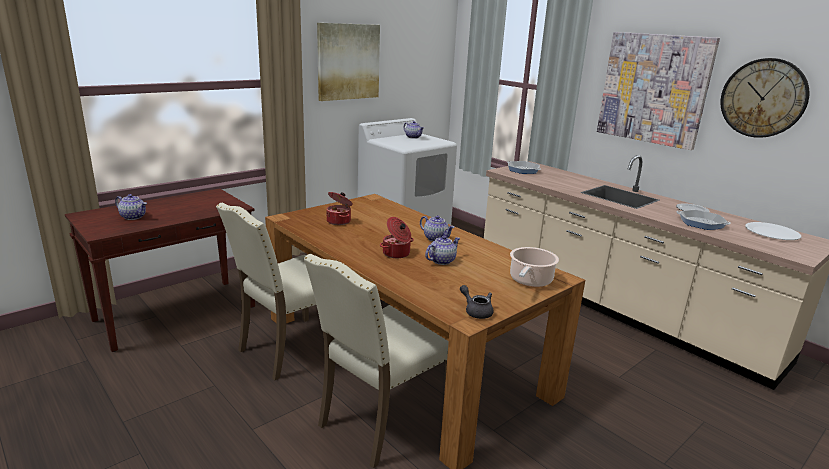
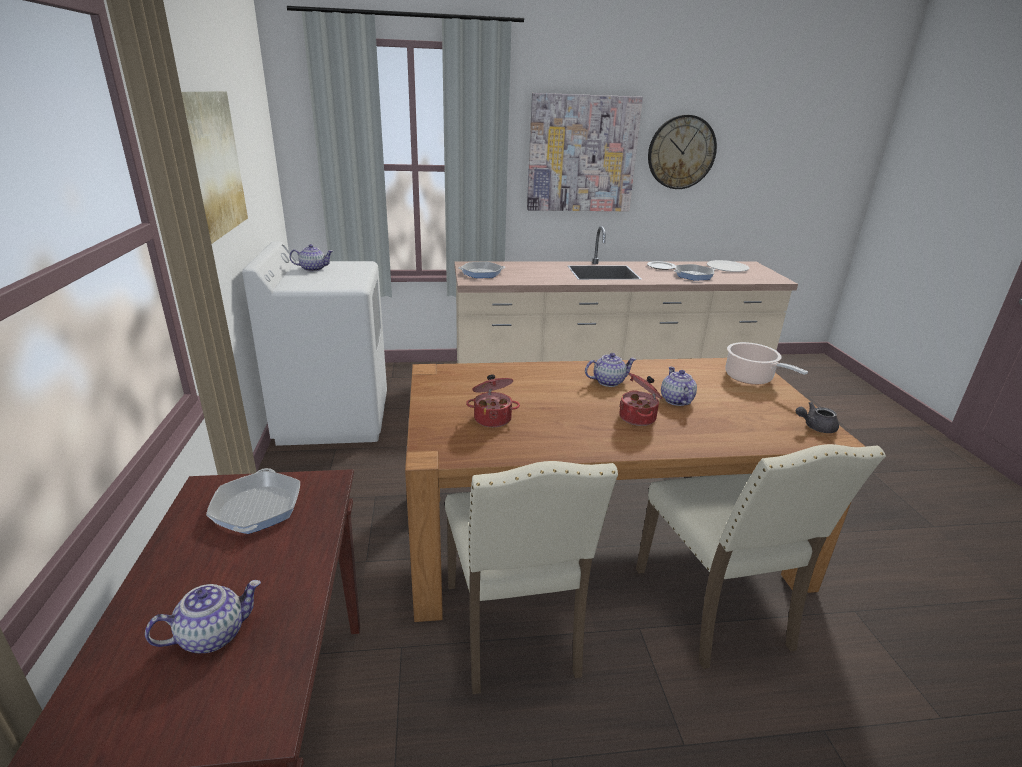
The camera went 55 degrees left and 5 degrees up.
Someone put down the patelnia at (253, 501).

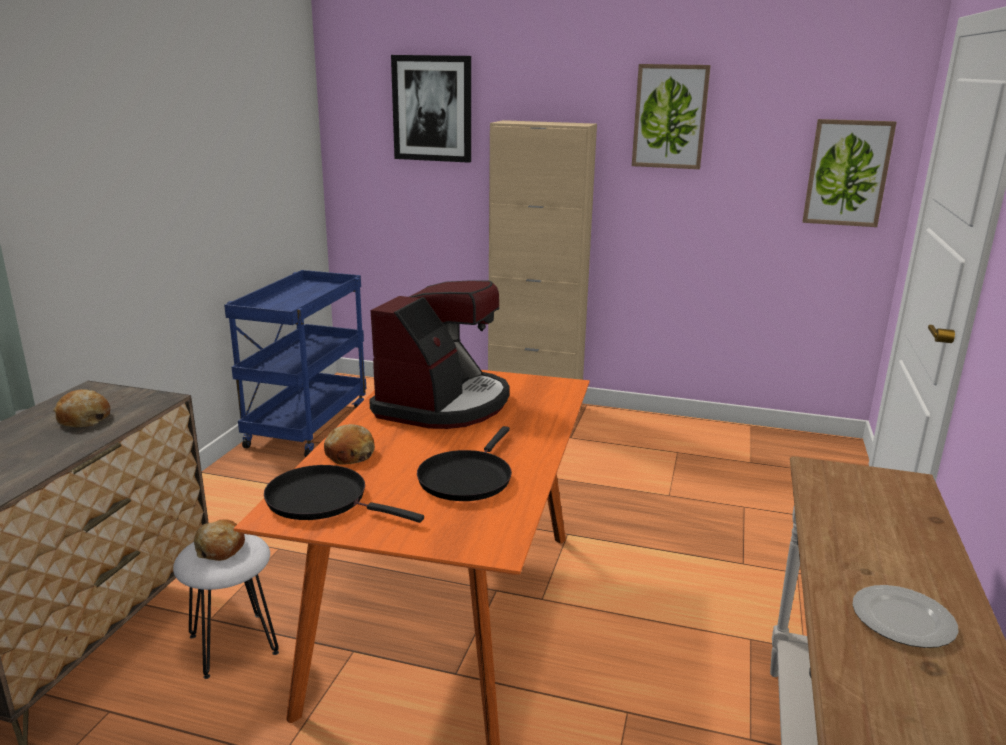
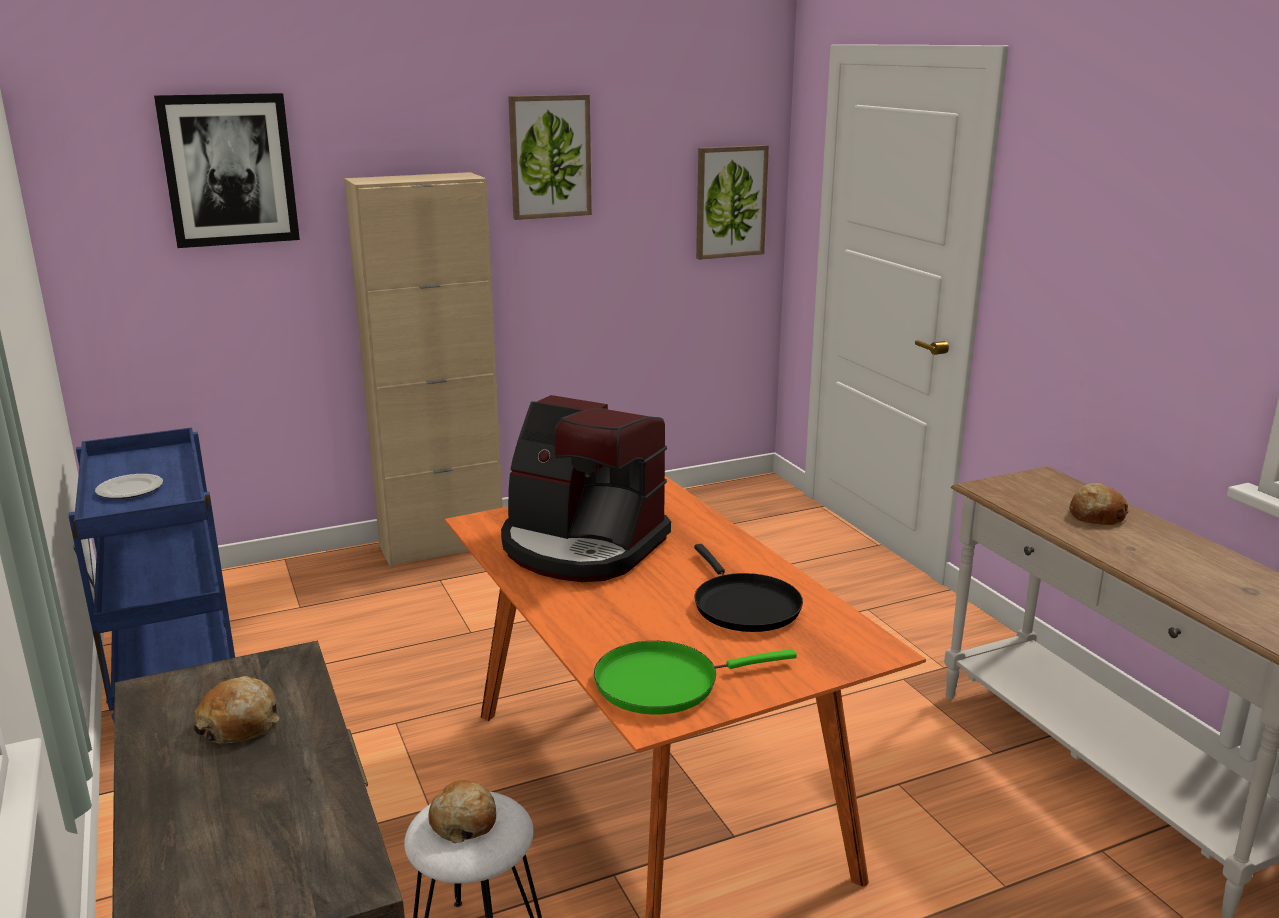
The camera went 40 degrees left and 0 degrees up.
Someone repainted the patelnia [czarny] at (344, 494), which became the patelnia [zielony] at (695, 678).
Someone carried the chleb from (349, 444) to (1099, 504).
Someone rotated the ekspres do kawy at (439, 354) by 135 degrees clockwise.
Someone carried the talerz from (905, 616) to (129, 486).

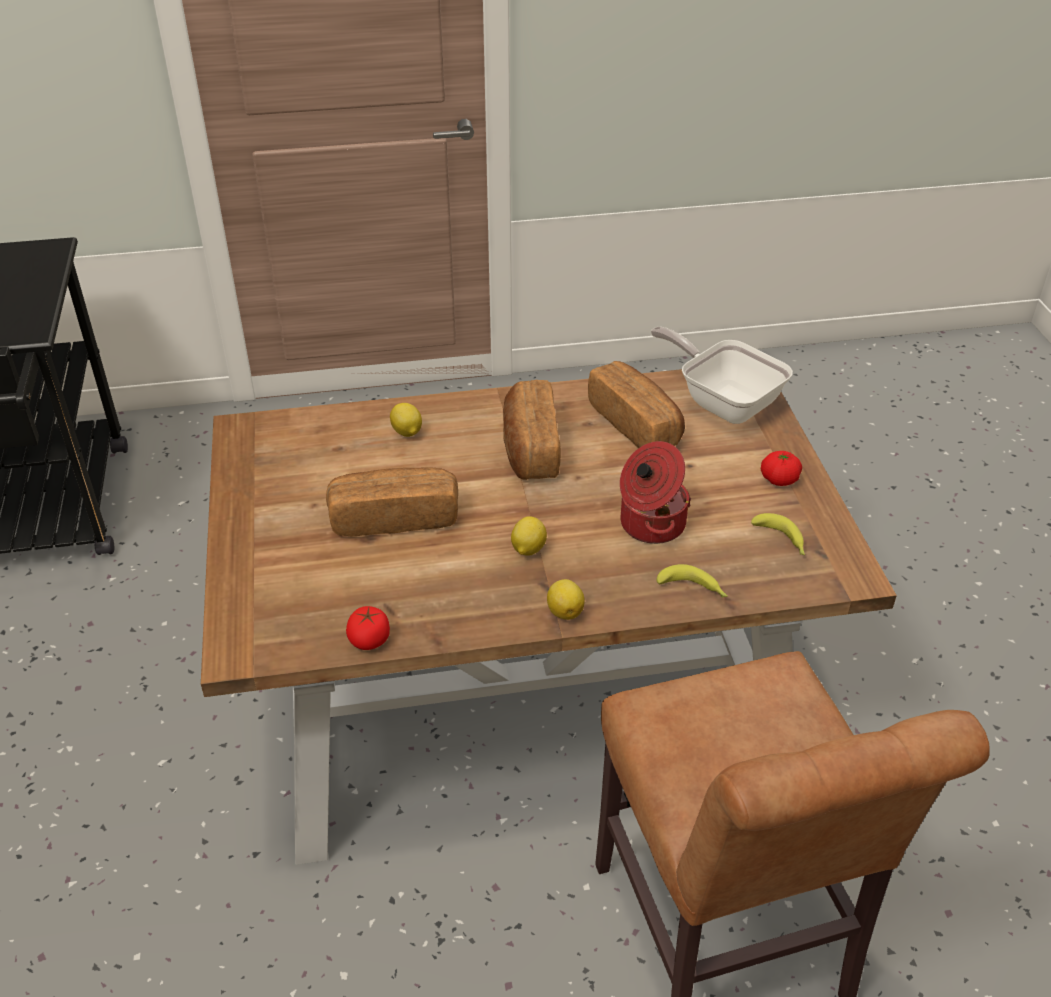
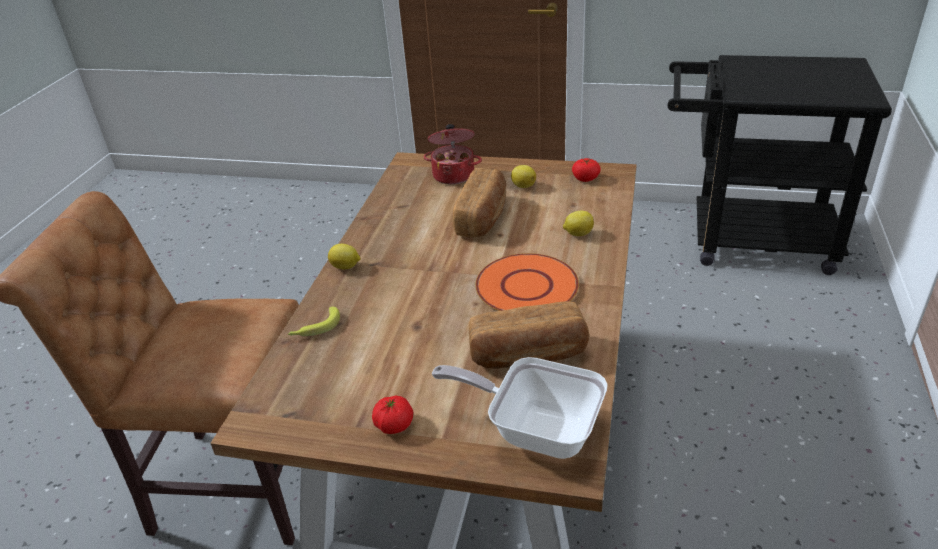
The camera went 115 degrees right and 5 degrees down.
Someone carried the pomidor from (368, 628) to (586, 170).
Someone swapped the chleb at (532, 430) for the talerz [pomarańczowy] at (527, 282).
Someone carried the cytryna from (529, 536) to (523, 176).
Someone carried the garnek from (655, 492) to (453, 154).
Someone rotated the patelnia at (722, 375) by 135 degrees counterclockwise.
Someone took away the banan at (778, 534).

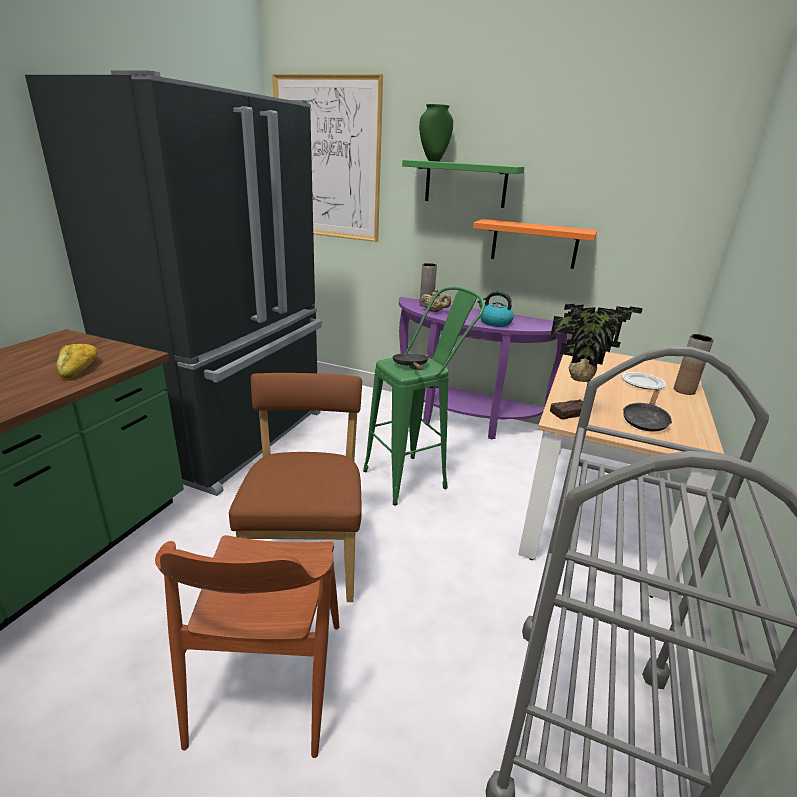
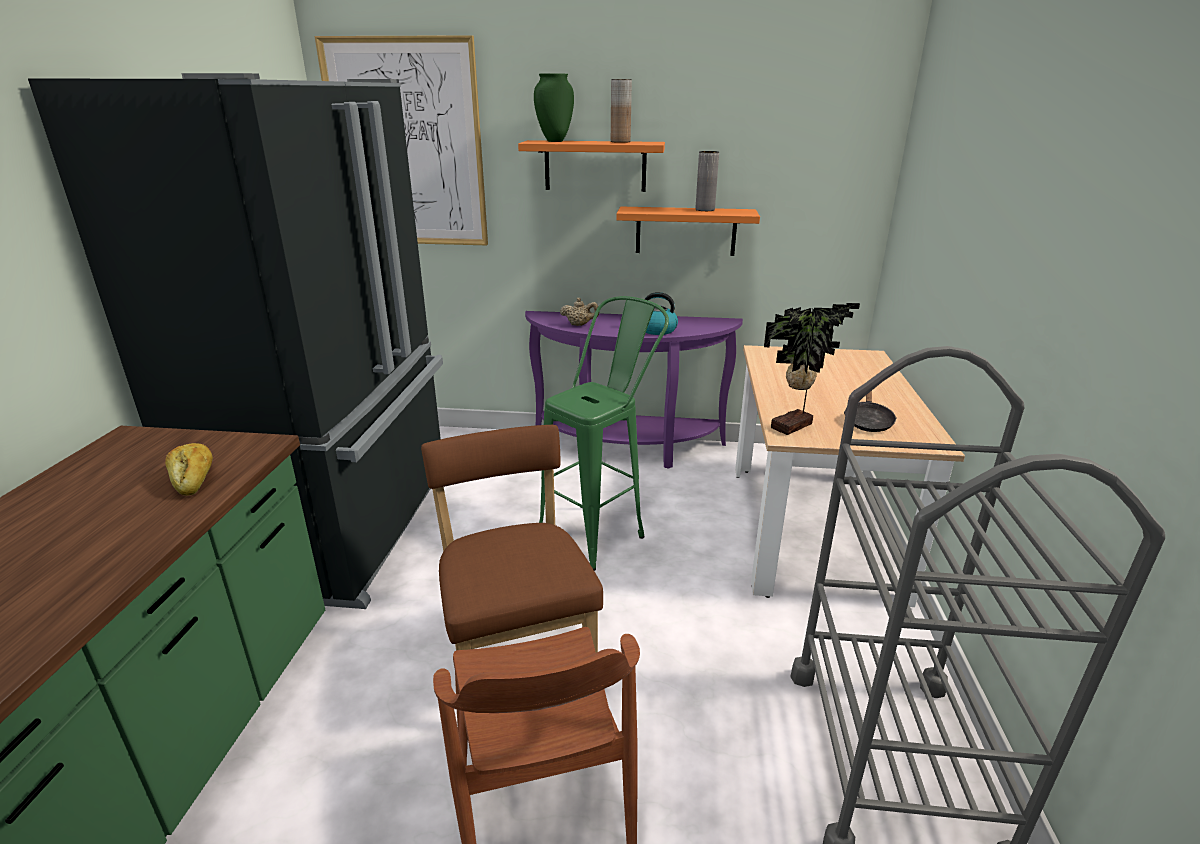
The camera went 15 degrees left and 0 degrees up.
Someone took away the patelnia [czarny] at (410, 361).
Someone repainted the półka [zielony] at (463, 184), which became the półka [pomarańczowy] at (591, 166).
Someone carried the wazon [szary] from (428, 285) to (707, 181).
Someone took away the talerz at (644, 380).
Someone carried the wazon [brązowy] from (694, 364) to (621, 111).

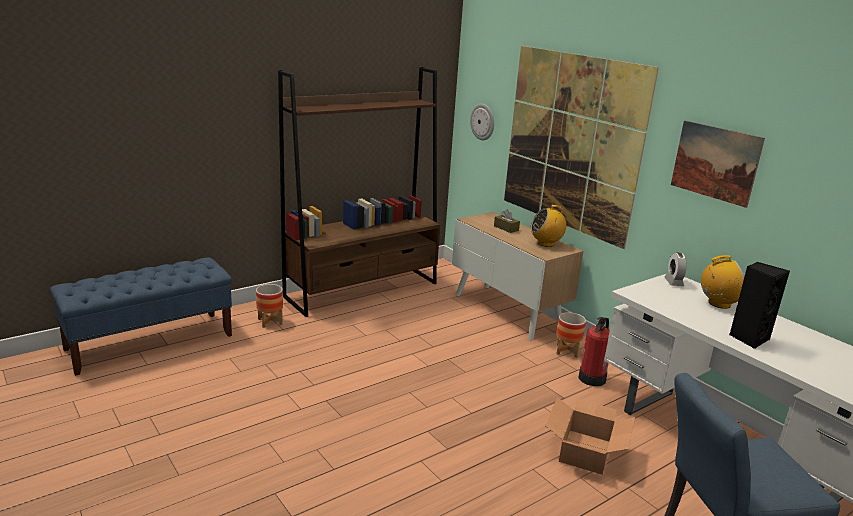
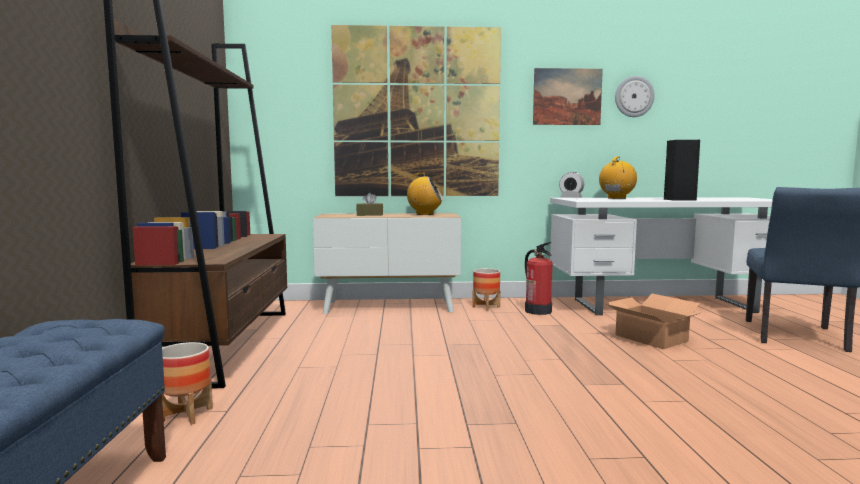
The camera went 55 degrees left and 15 degrees down.
Someone carried the zegar ścienny from (482, 122) to (635, 96).
Someone rotated the radio at (548, 226) by 105 degrees counterclockwise.

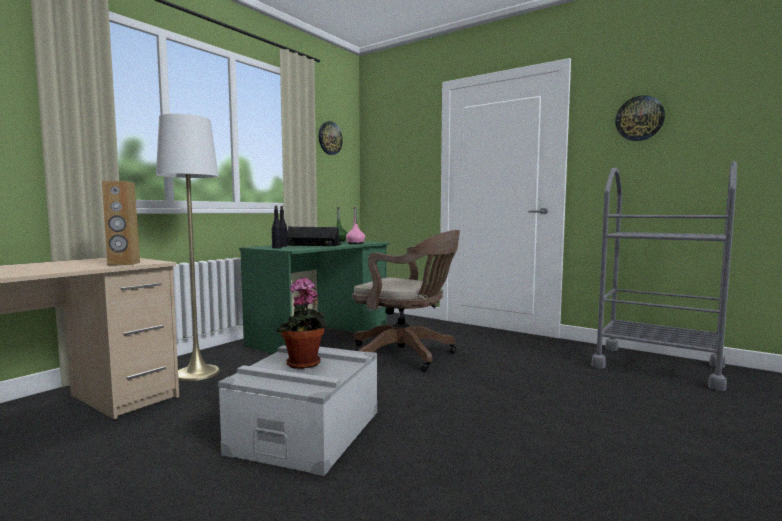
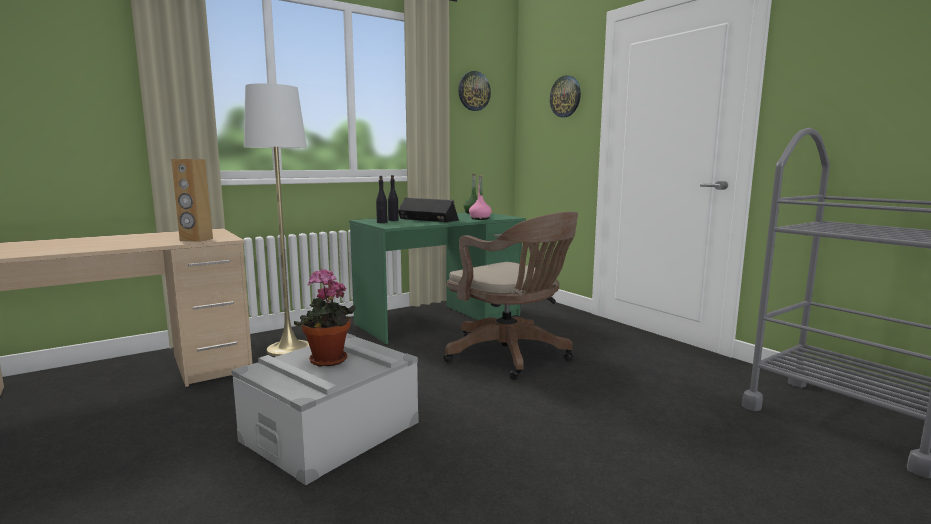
The camera went 20 degrees right and 5 degrees up.
Someone carried the zegar ścienny from (640, 118) to (565, 96).

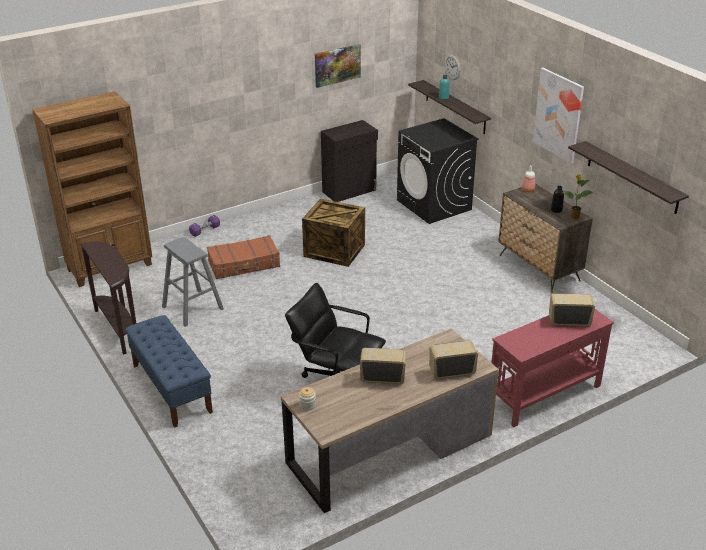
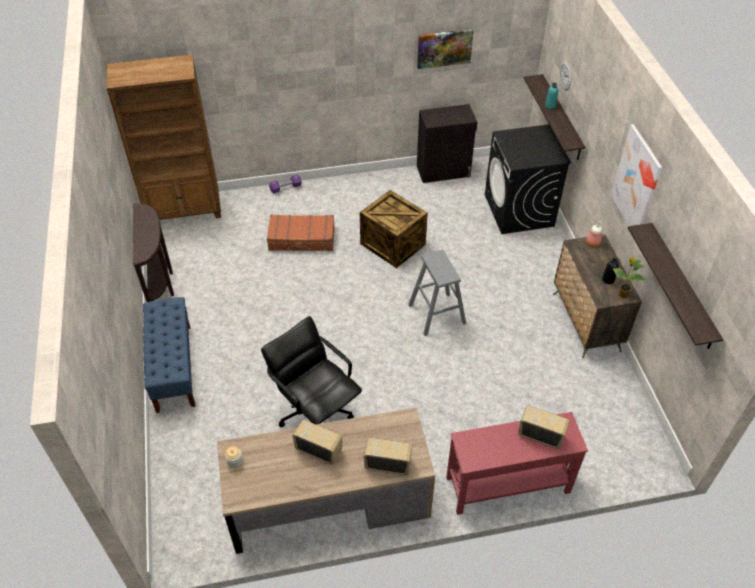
The camera went 20 degrees right and 15 degrees up.
Someone carried the stołek [szary] from (193, 282) to (437, 293).

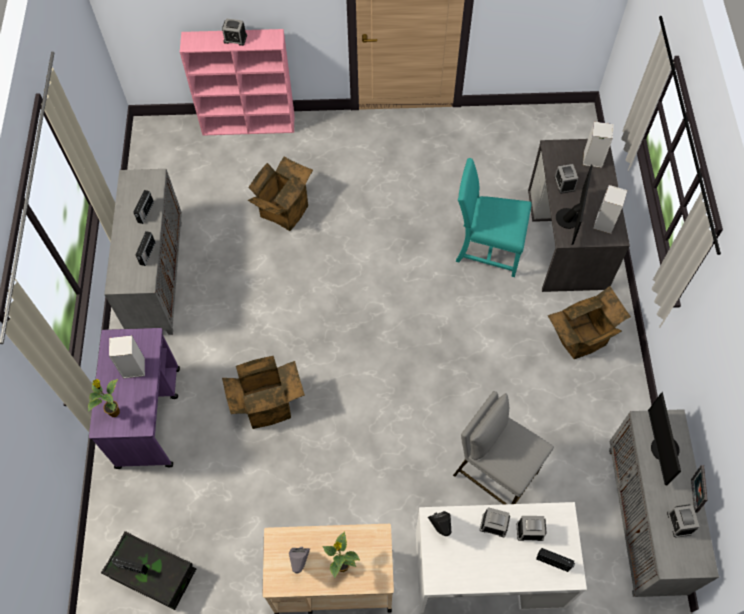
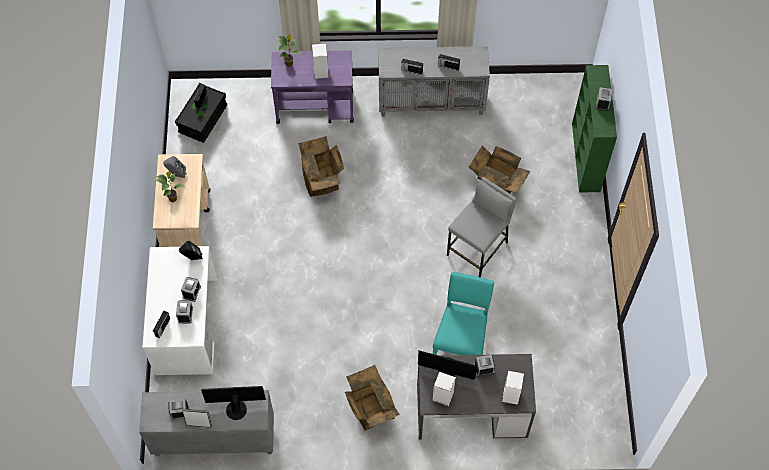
The camera went 90 degrees right and 0 degrees up.
Someone repainted the regał [różowy] at (237, 82), which became the regał [zielony] at (594, 129).
Someone carried the stołek [szary] from (503, 447) to (482, 227).

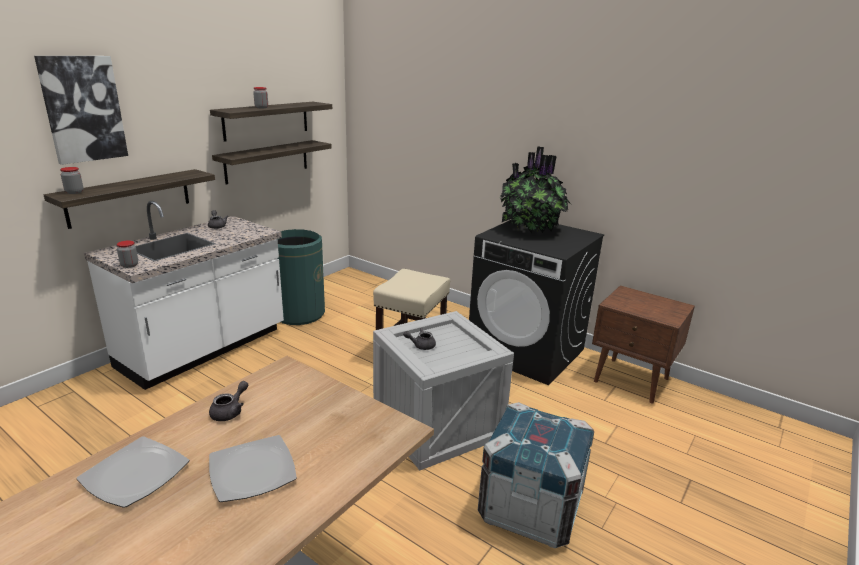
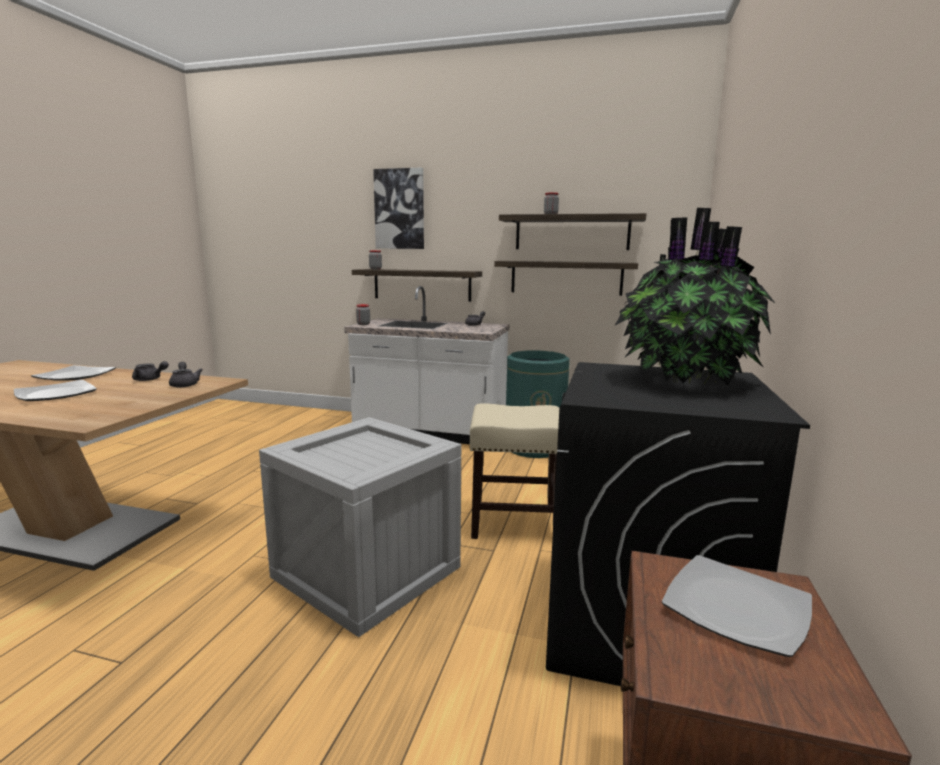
The camera went 70 degrees right and 10 degrees down.
Someone carried the imbryk [szary] from (419, 339) to (186, 375).
Someone took away the skrzynka at (536, 475).
Someone put down the talerz at (737, 606).

